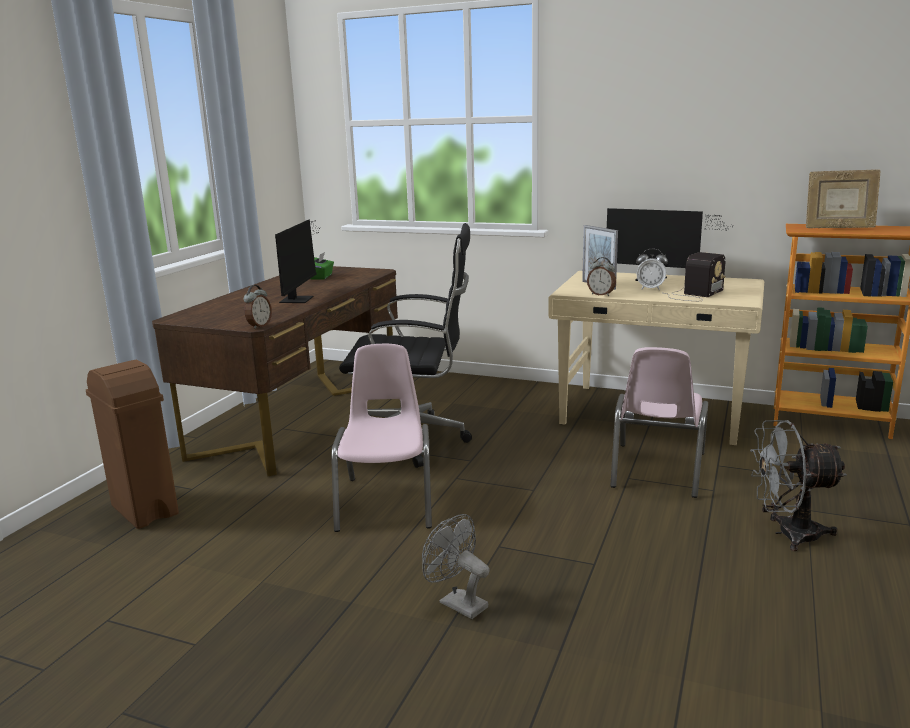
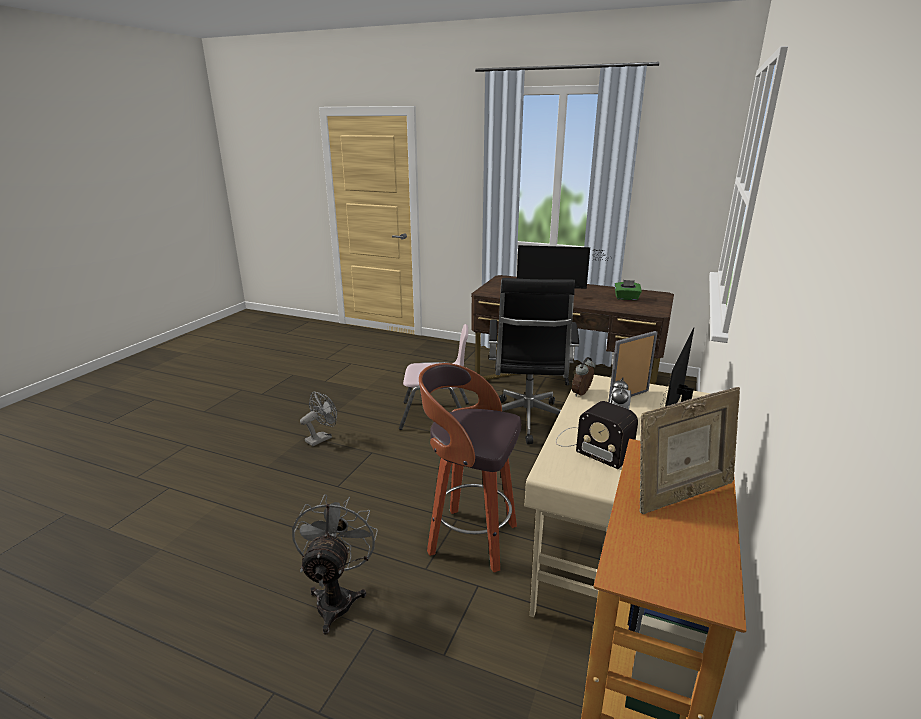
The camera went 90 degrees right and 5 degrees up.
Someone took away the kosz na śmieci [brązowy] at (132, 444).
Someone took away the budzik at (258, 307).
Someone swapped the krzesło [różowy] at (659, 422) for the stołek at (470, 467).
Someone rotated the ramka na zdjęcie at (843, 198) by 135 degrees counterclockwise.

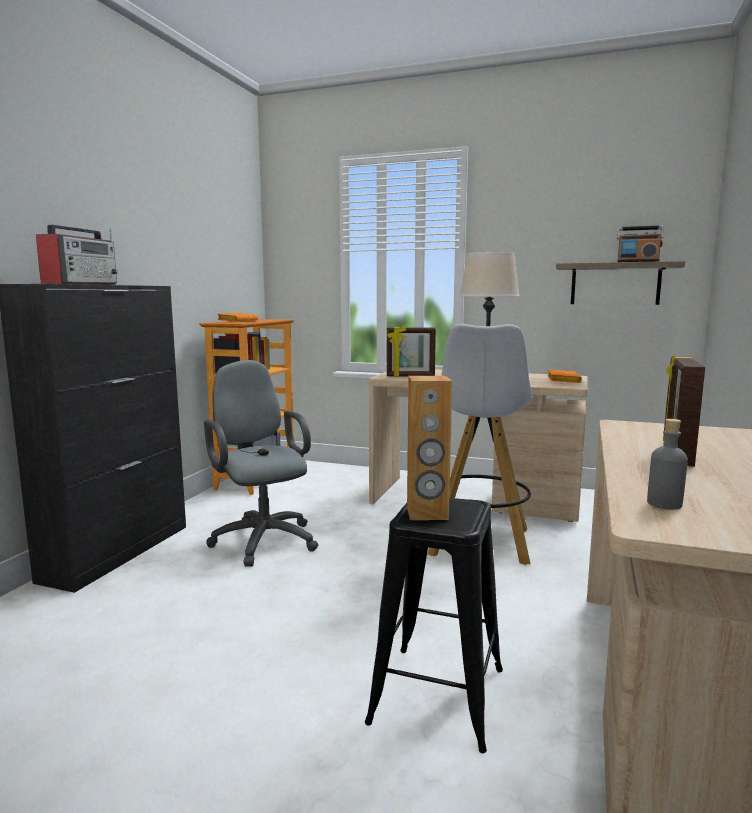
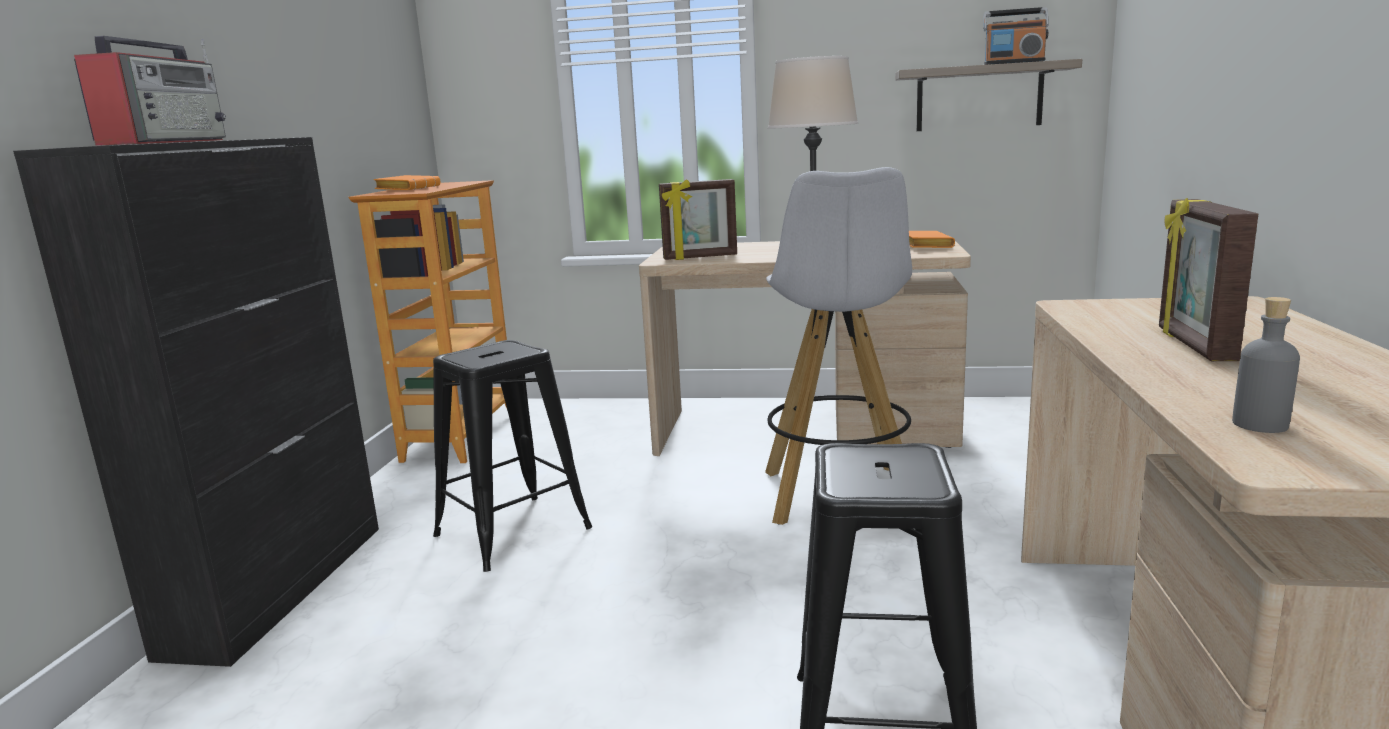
The camera went 10 degrees left and 5 degrees up.
Someone swapped the krzesło biurowe [szary] at (261, 463) for the stołek [czarny] at (512, 456).
Someone took away the głośnik [brązowy] at (429, 448).

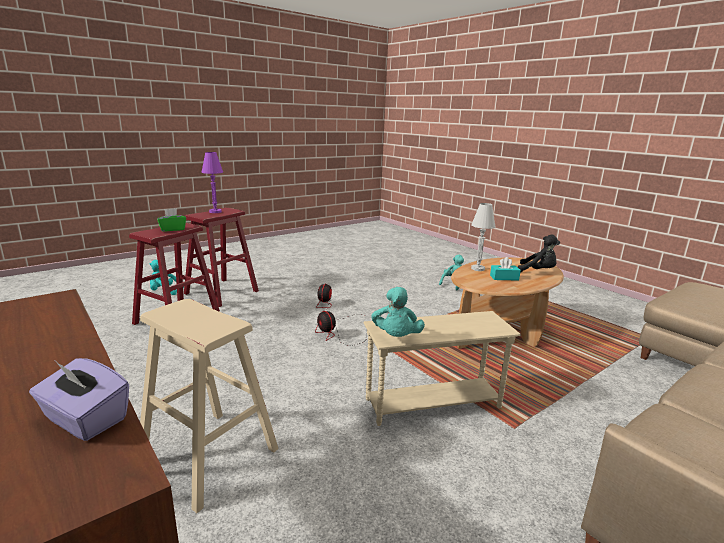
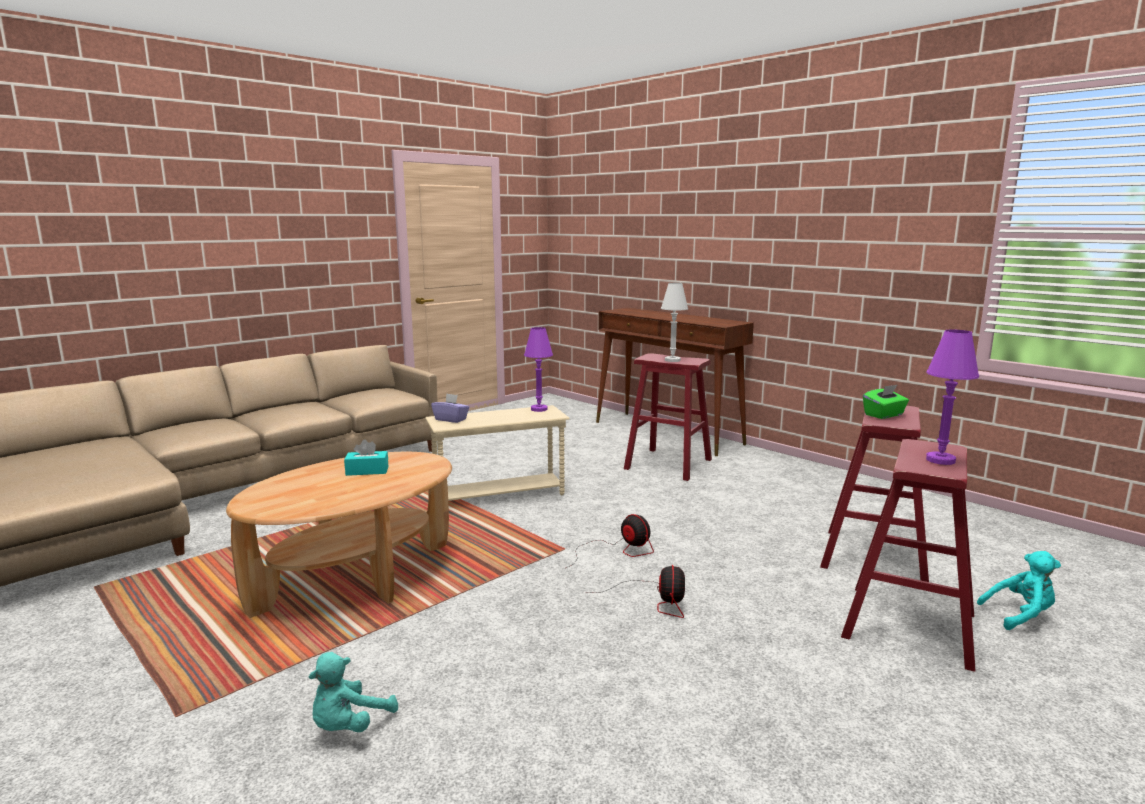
The camera went 175 degrees right and 5 degrees down.
Someone carried the pudełko chusteczek [fioletowy] from (79, 399) to (450, 408).
Someone repainted the stołek [beżowy] at (209, 406), which became the stołek [czerwony] at (668, 417).
Someone swapped the pluszak [turkusowy] at (398, 312) for the lampa stołowa [fioletowy] at (538, 369).
Someone carried the lampa stołowa [biały] from (483, 237) to (674, 322).
Someone took away the pluszak [czarny] at (539, 253).

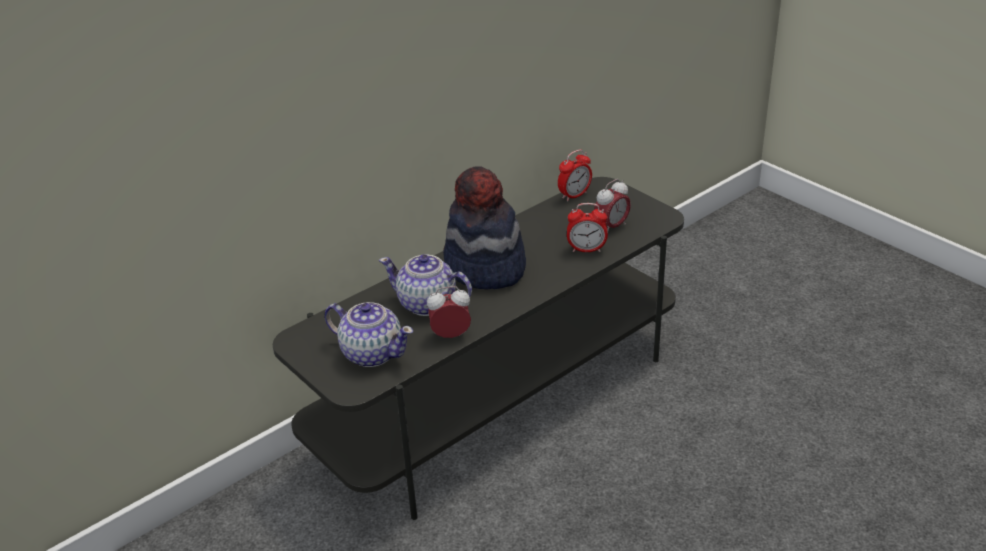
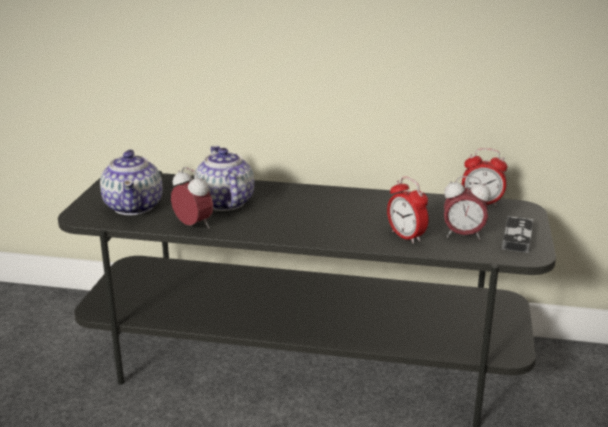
The camera went 50 degrees right and 10 degrees down.
Someone took away the kapelusz at (484, 227).
Someone put down the pad do gier at (517, 234).

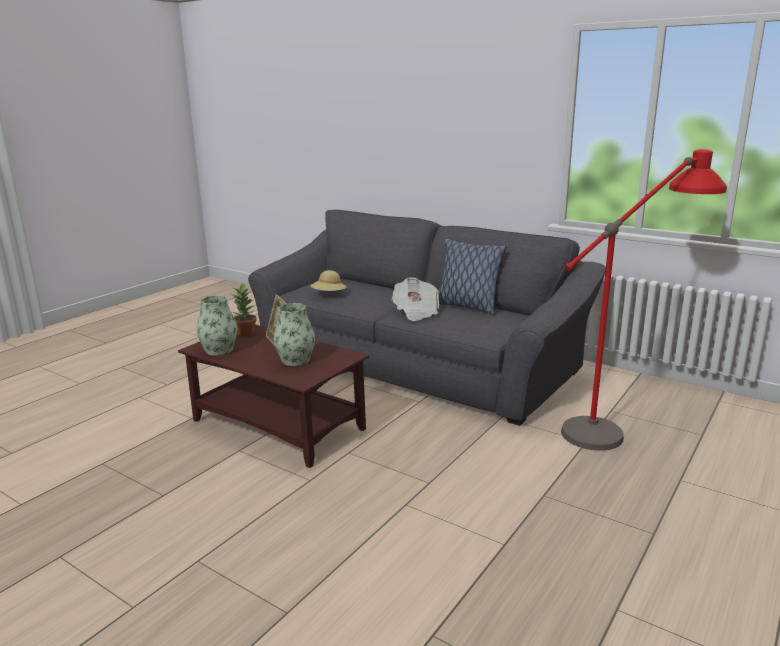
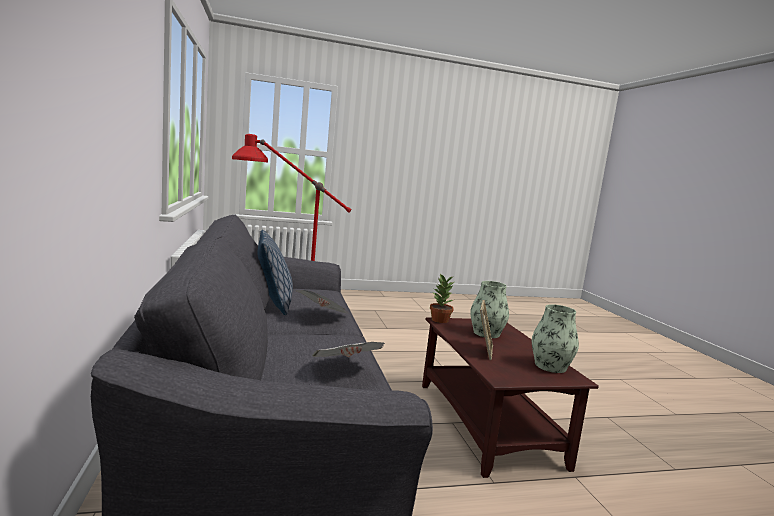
The camera went 140 degrees left and 10 degrees down.
Someone carried the roślina doniczkowa from (244, 308) to (442, 298).
Someone swapped the kapelusz [beżowy] at (328, 280) for the gazeta at (348, 349).

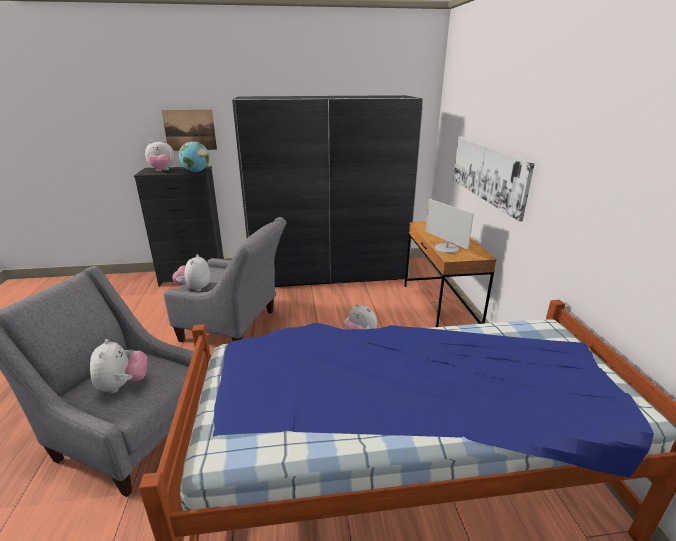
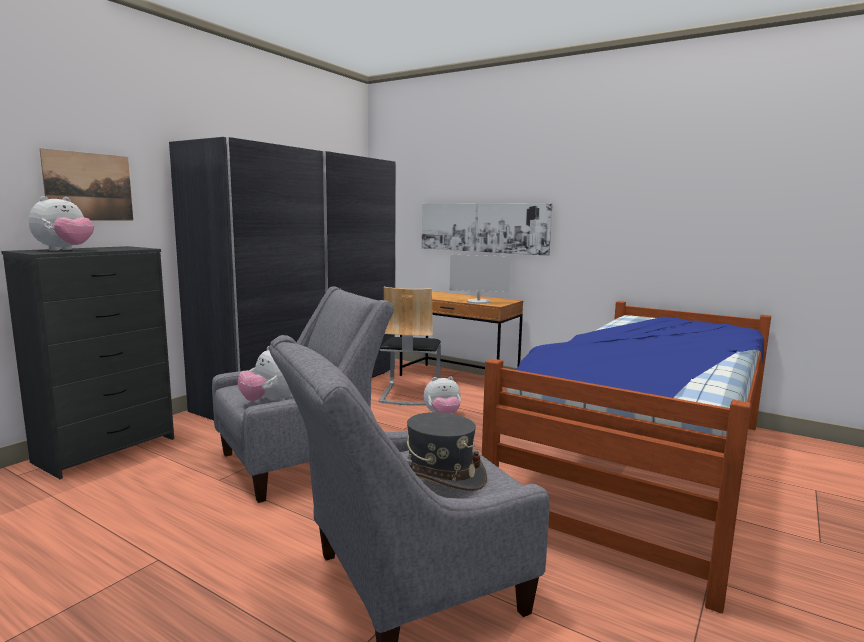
The camera went 50 degrees left and 15 degrees down.
Someone swapped the pluszak at (118, 366) for the kapelusz [szary] at (446, 451).
Someone took away the globus at (194, 156).
Someone put down the krzesło at (410, 346).

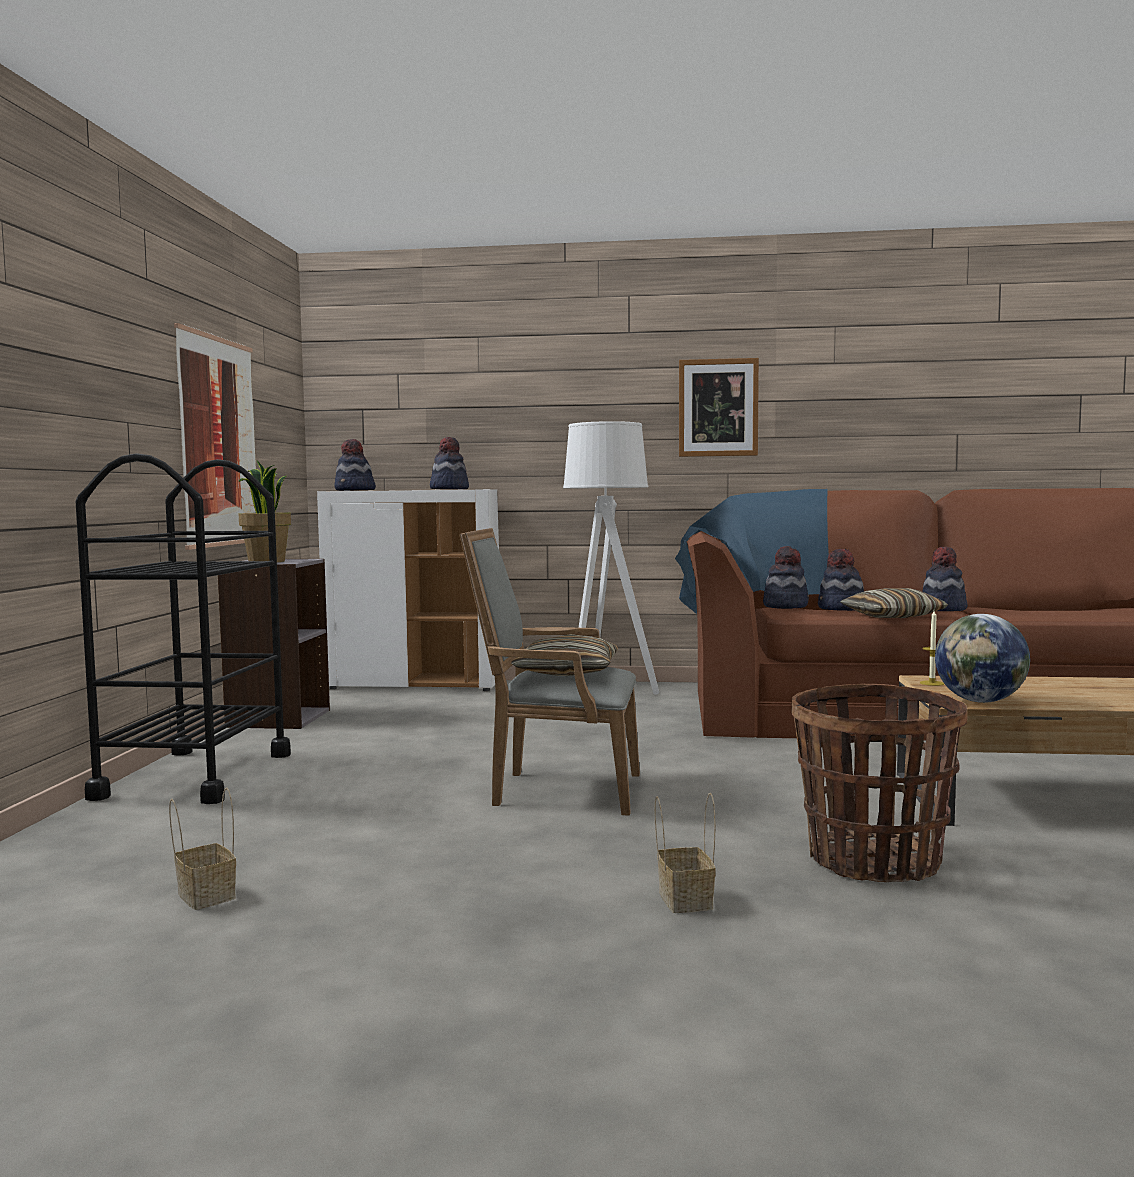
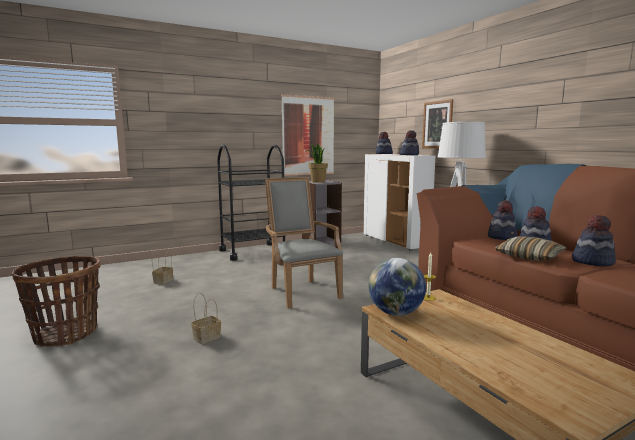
The camera went 55 degrees right and 5 degrees up.
Someone took away the poduszka at (564, 655).
Someone carried the obraz from (719, 407) to (437, 123).
Someone carried the koszyk from (879, 783) to (56, 301).

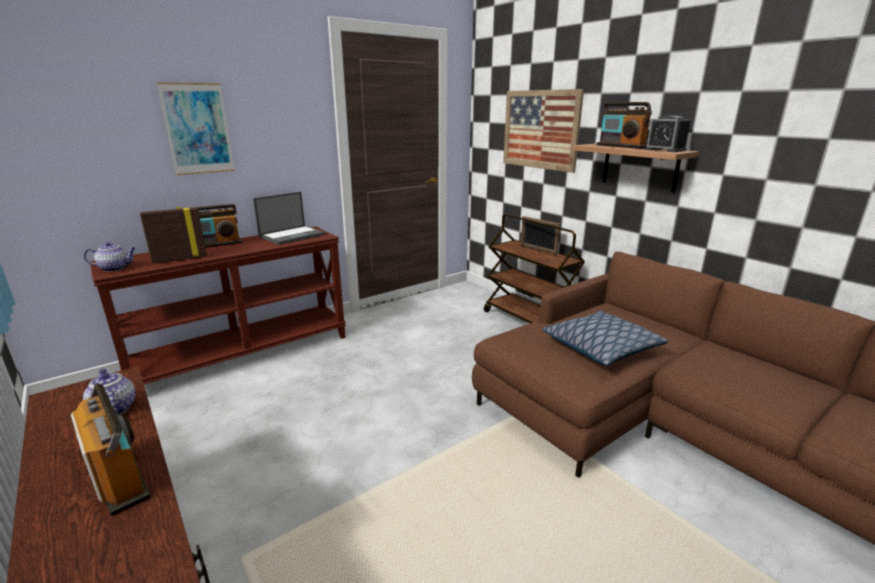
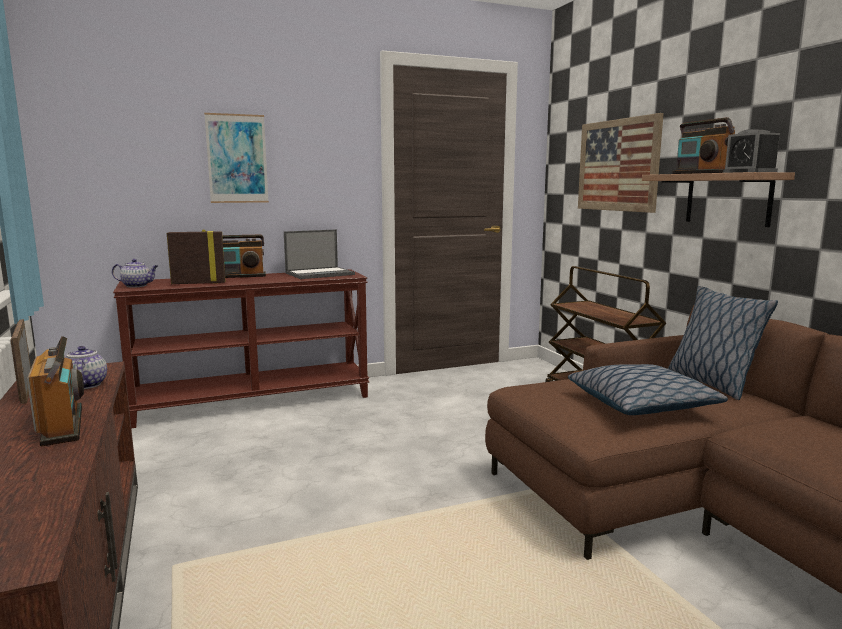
The camera went 15 degrees right and 10 degrees down.
Someone carried the ramka na zdjęcie from (540, 235) to (20, 361).
Someone put down the poduszka at (723, 343).

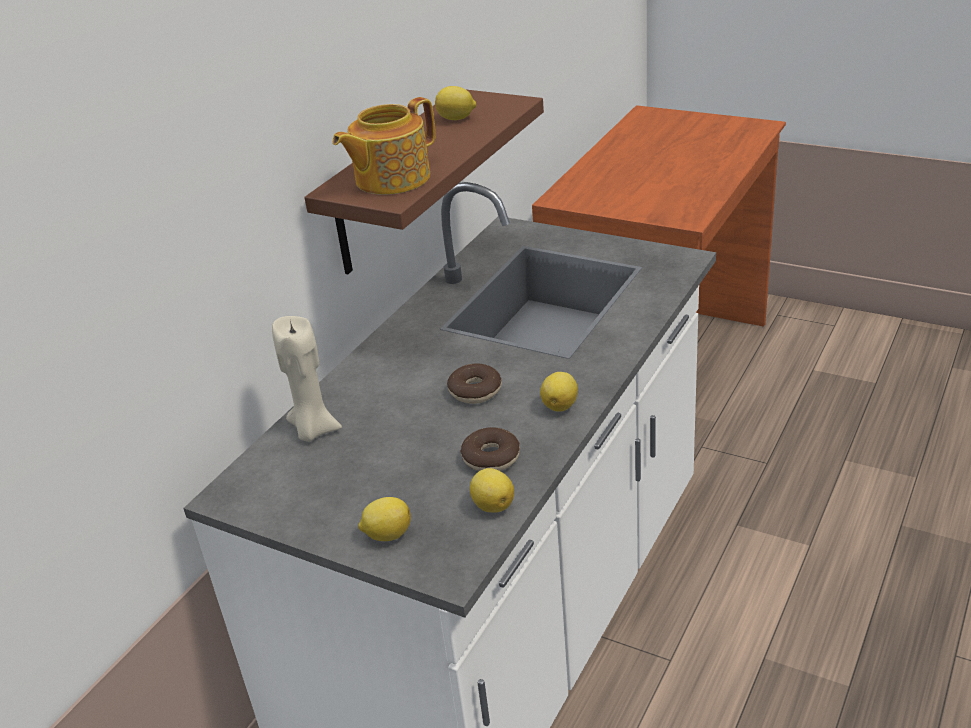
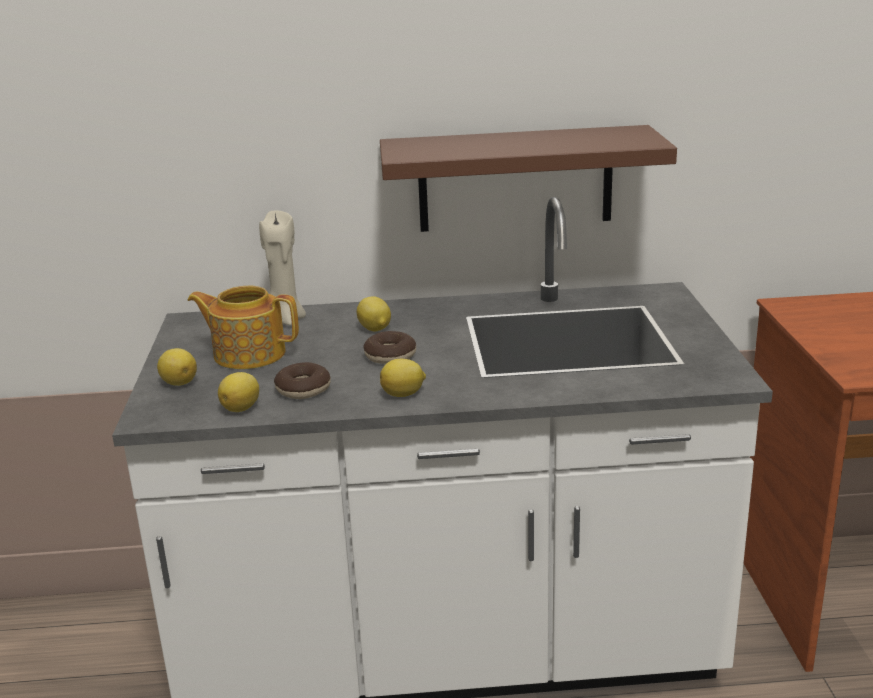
The camera went 55 degrees right and 10 degrees down.
Someone carried the imbryk from (384, 146) to (243, 327).
Someone carried the cytryna from (455, 103) to (374, 313).

